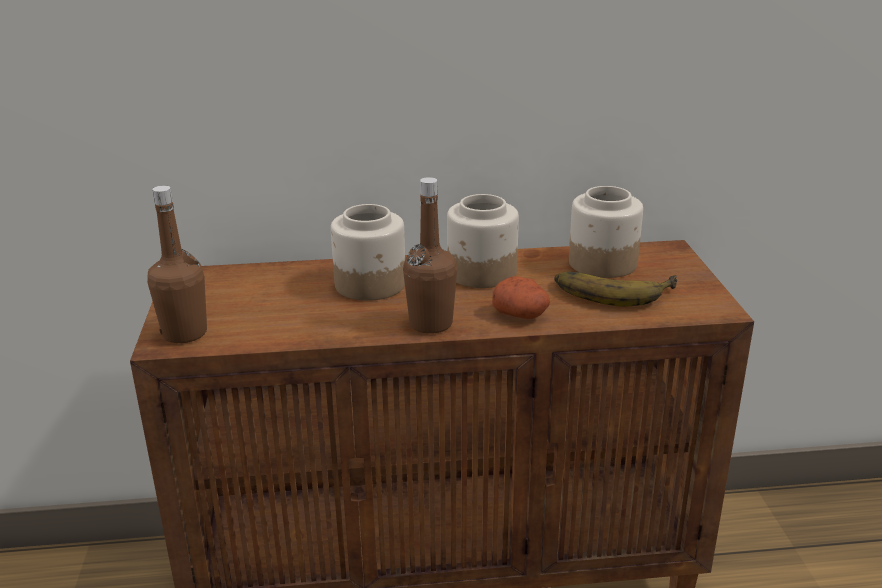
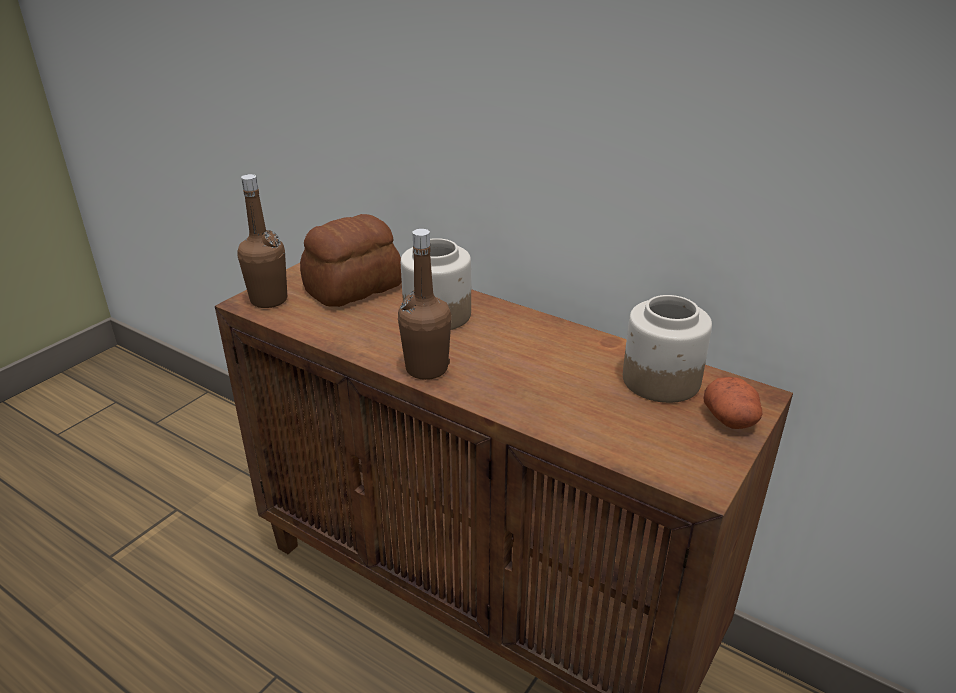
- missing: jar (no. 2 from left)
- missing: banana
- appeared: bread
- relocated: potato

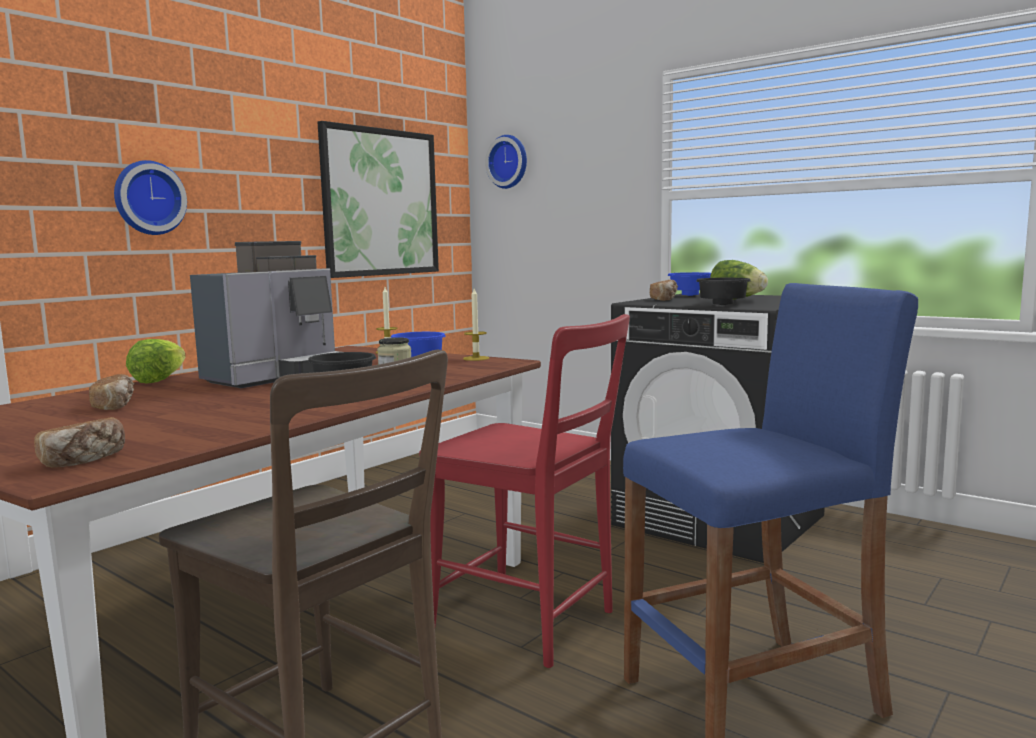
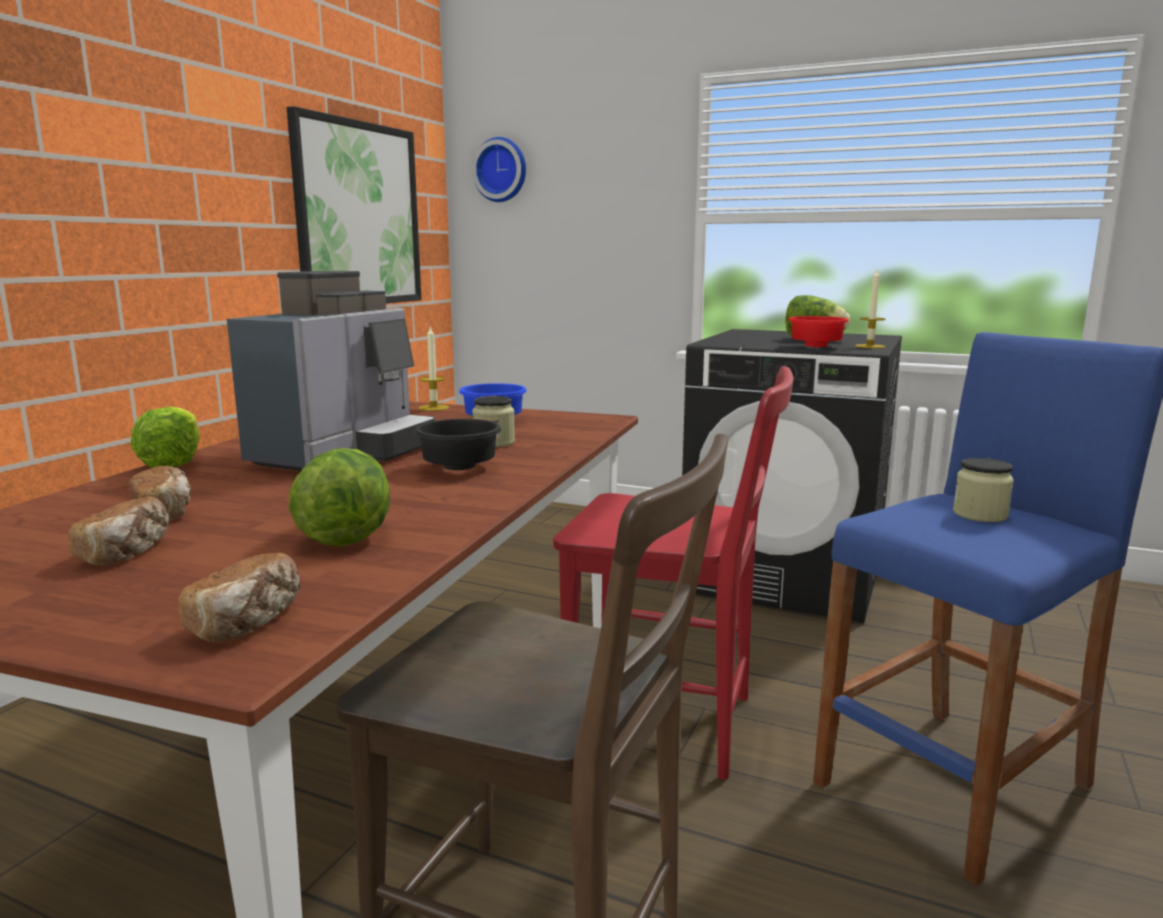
- missing: wall clock (no. 1 from left)
- missing: blue bowl (no. 2 from left)
- appeared: lettuce (no. 2 from left)
- appeared: jar (no. 2 from left)
- relocated: candle (no. 2 from left)
- relocated: bread (no. 3 from left in the first image) to bread (no. 1 from left)
- colour: black bowl (no. 2 from left) to red bowl

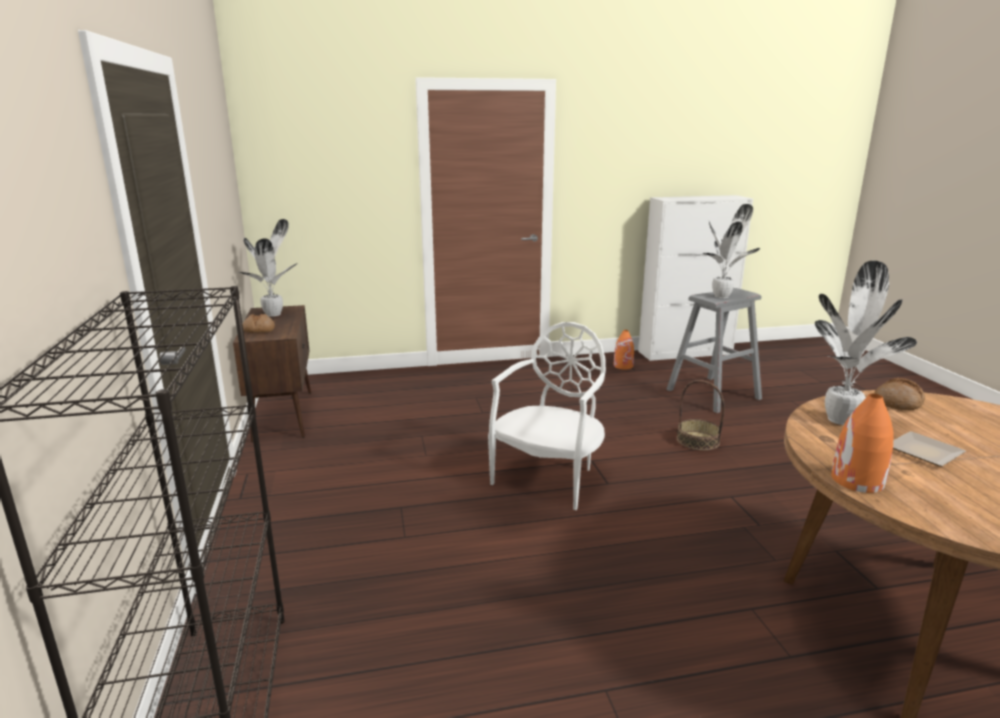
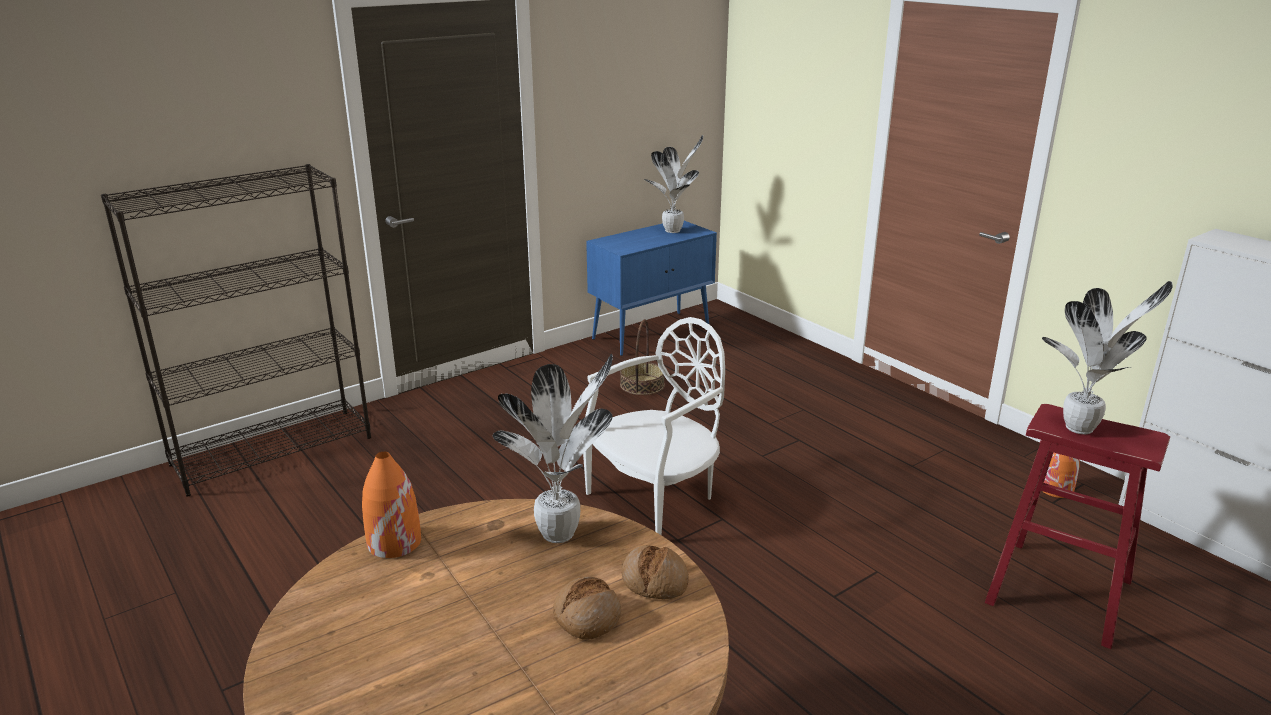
- missing: plate
- relocated: bread (no. 1 from left)
- relocated: basket
- colour: brown cabinet to blue cabinet
- colour: grey stool to red stool
- spun: white chair 45 degrees counterclockwise

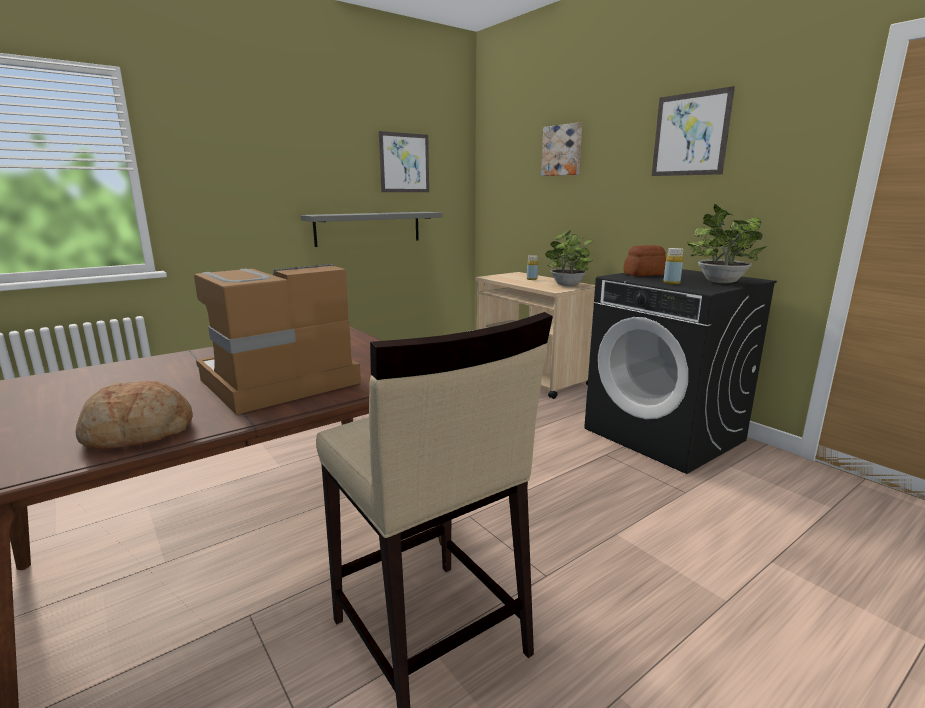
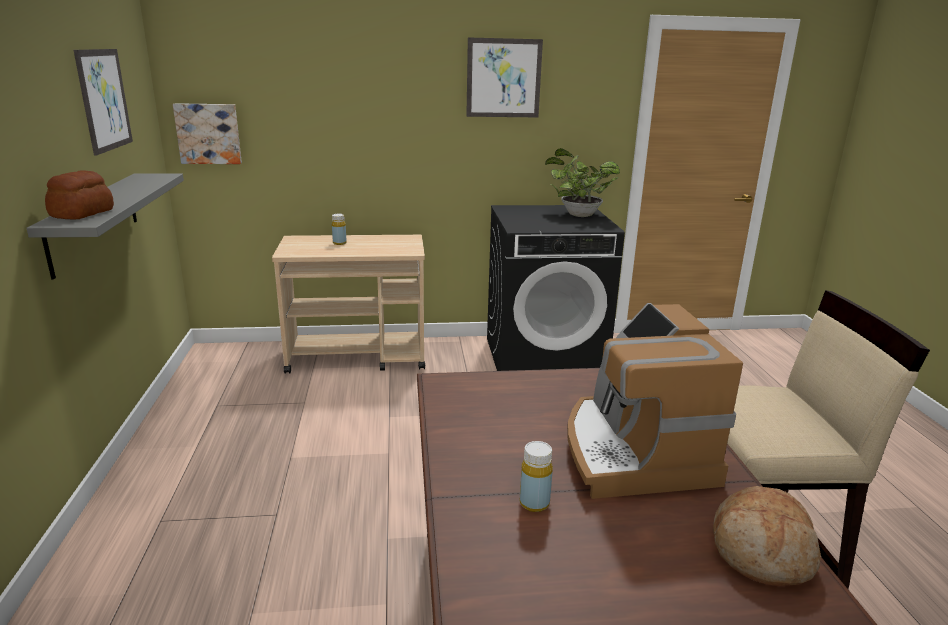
- missing: potted plant (no. 1 from left)
- relocated: picture (no. 2 from left)
- relocated: bread (no. 2 from left in the first image) to bread (no. 1 from left)
- relocated: yellow bottle (no. 2 from left)

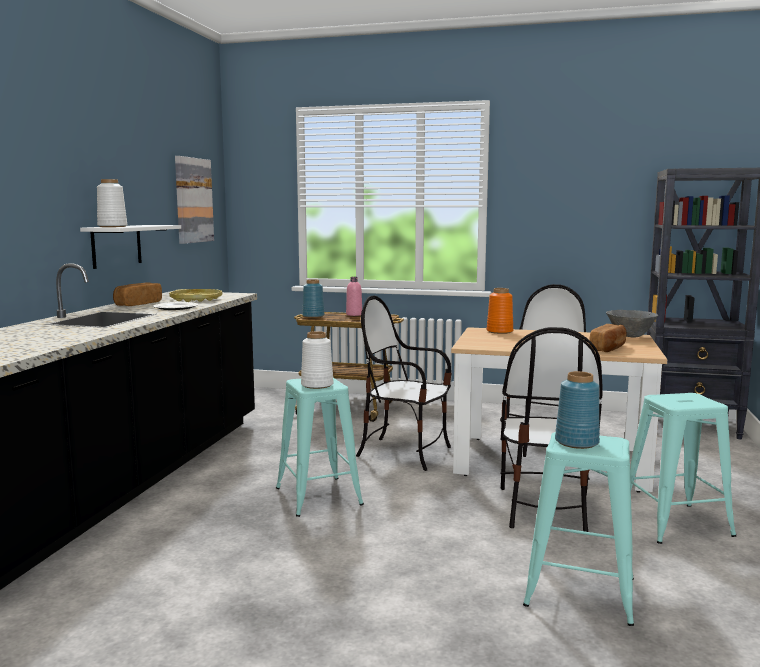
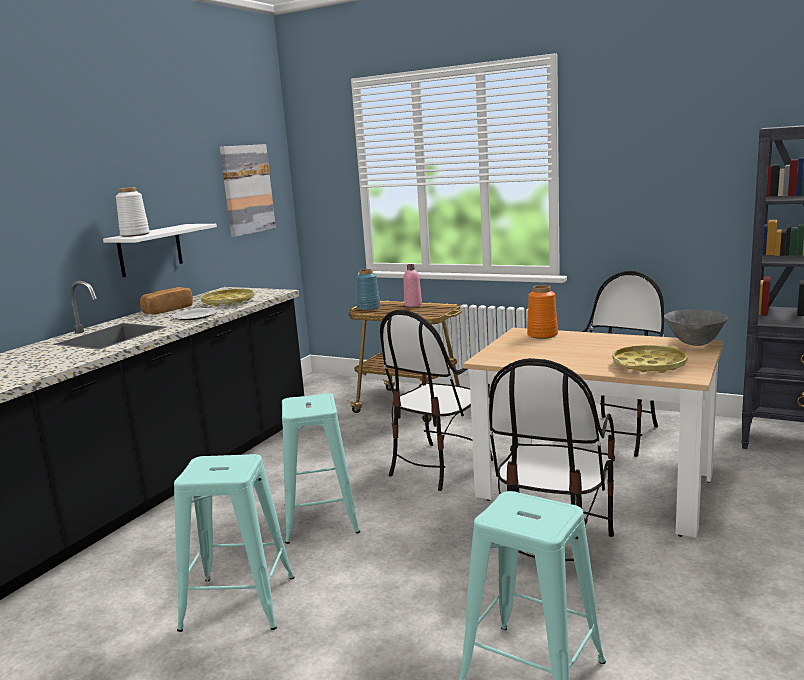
- missing: white vase (no. 2 from left)
- missing: blue vase (no. 2 from left)
- relocated: turquoise stool (no. 3 from left in the first image) to turquoise stool (no. 1 from left)
- exchanged: bread (no. 2 from left) to yellow tray (no. 2 from left)
- spun: chair (no. 1 from left) 90 degrees counterclockwise

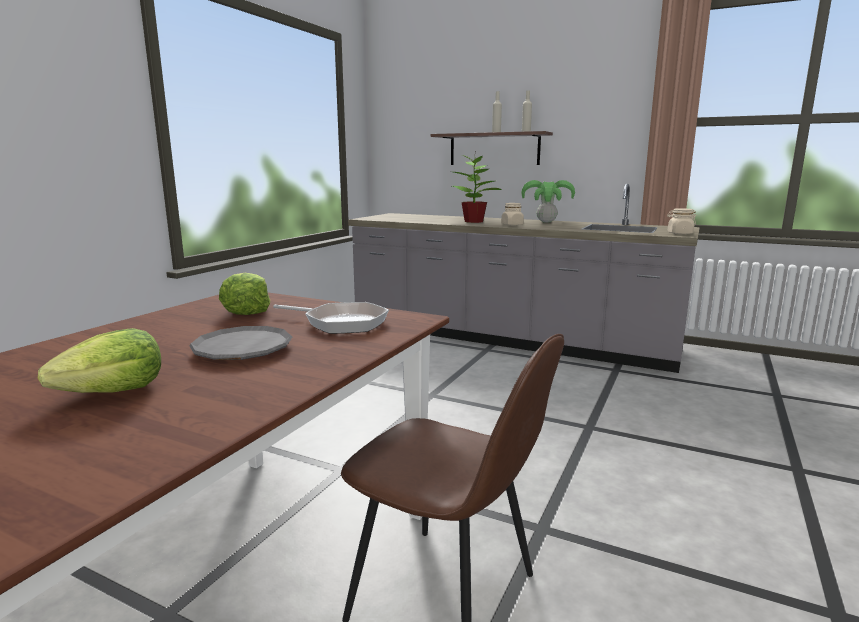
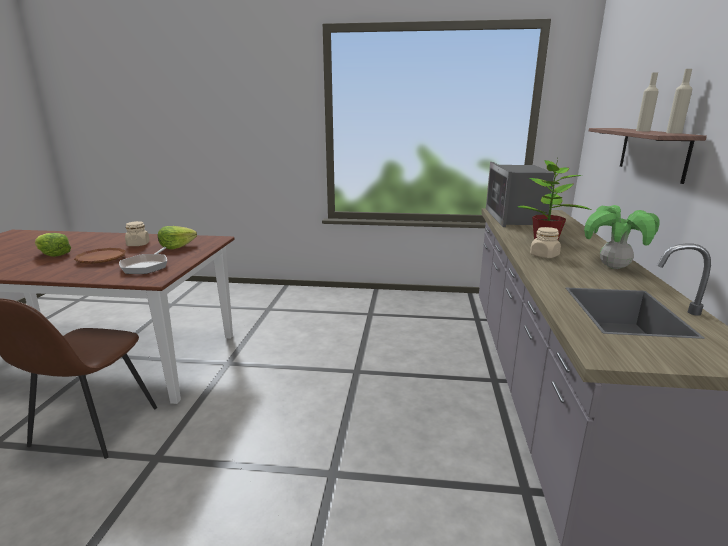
- appeared: microwave
- relocated: beige jar (no. 2 from left in the first image) to beige jar (no. 1 from left)
- colour: grey plate to brown plate

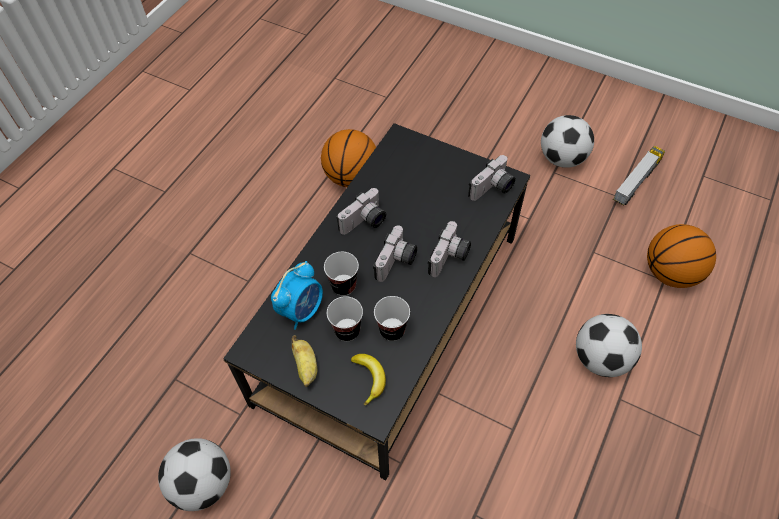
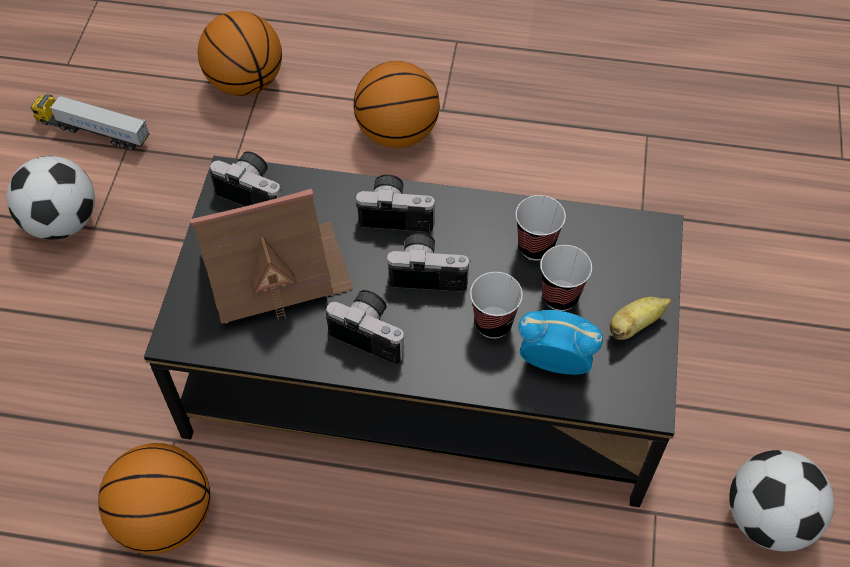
- missing: banana (no. 2 from left)
- appeared: toy house
- exchanged: football (no. 3 from left) to basketball (no. 3 from left)

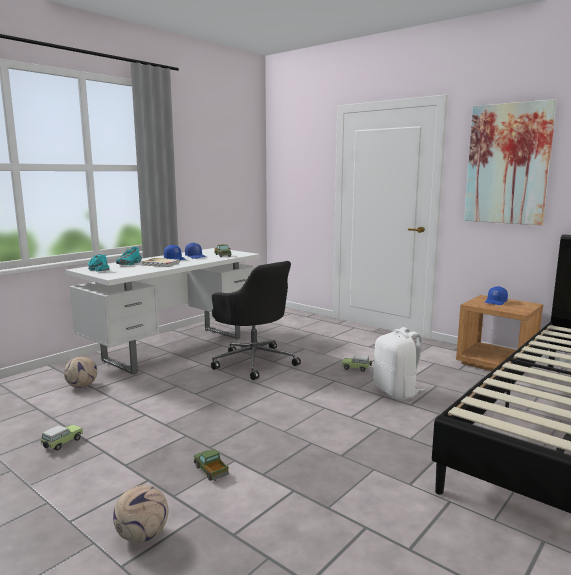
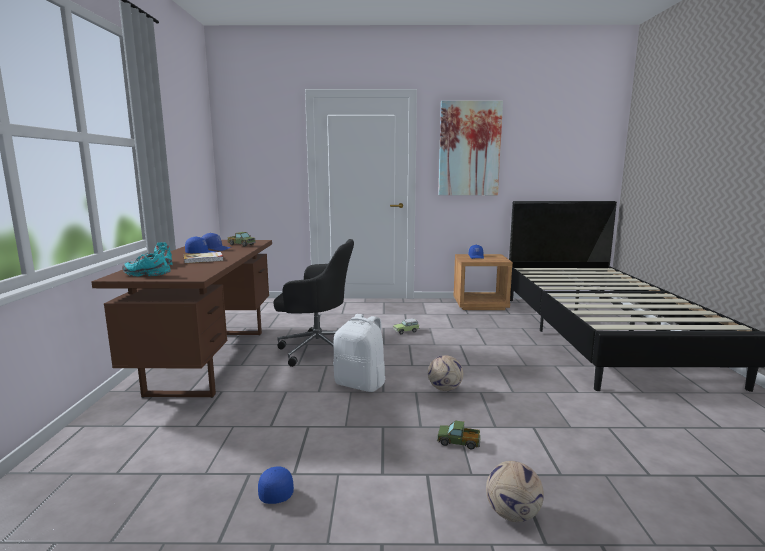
- relocated: football (no. 1 from left)
- relocated: white backpack
- exchanged: toy car (no. 1 from left) to blue cap (no. 3 from left)
- colour: white desk to brown desk

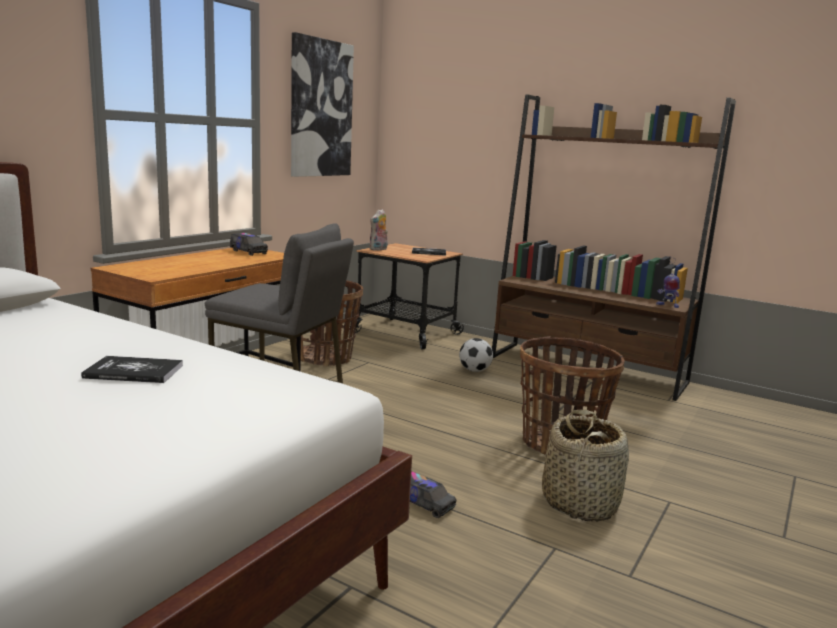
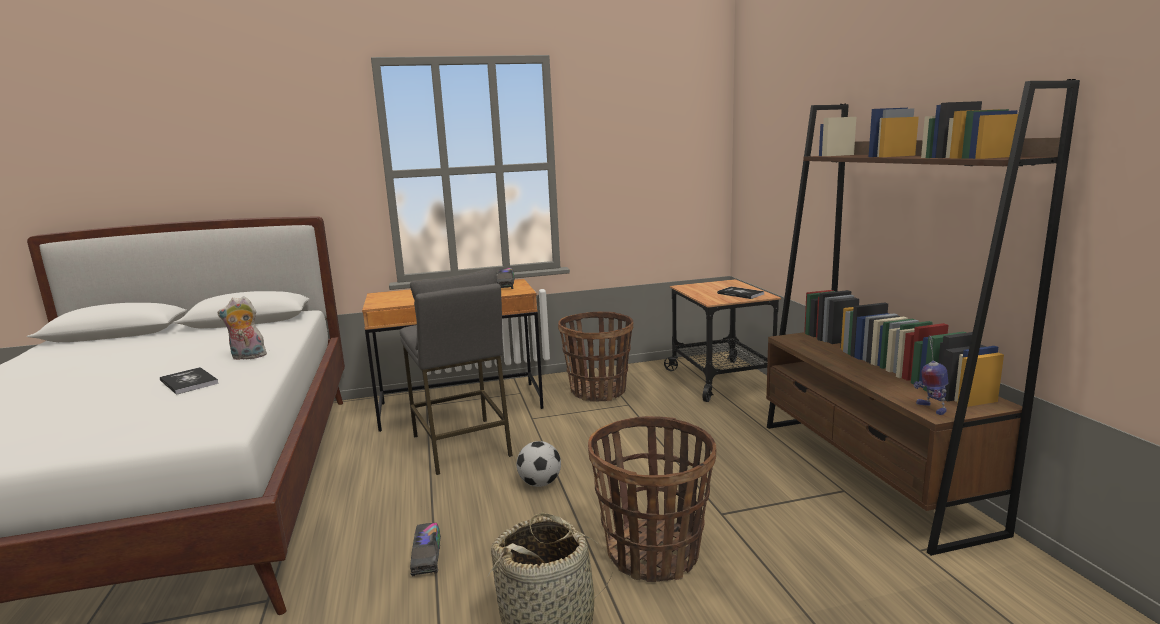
- missing: picture
- relocated: plush toy
- relocated: football

